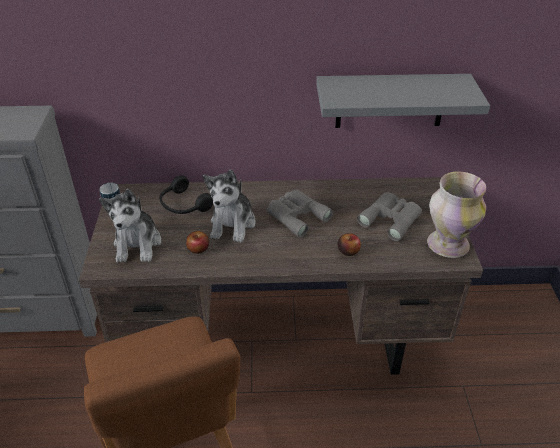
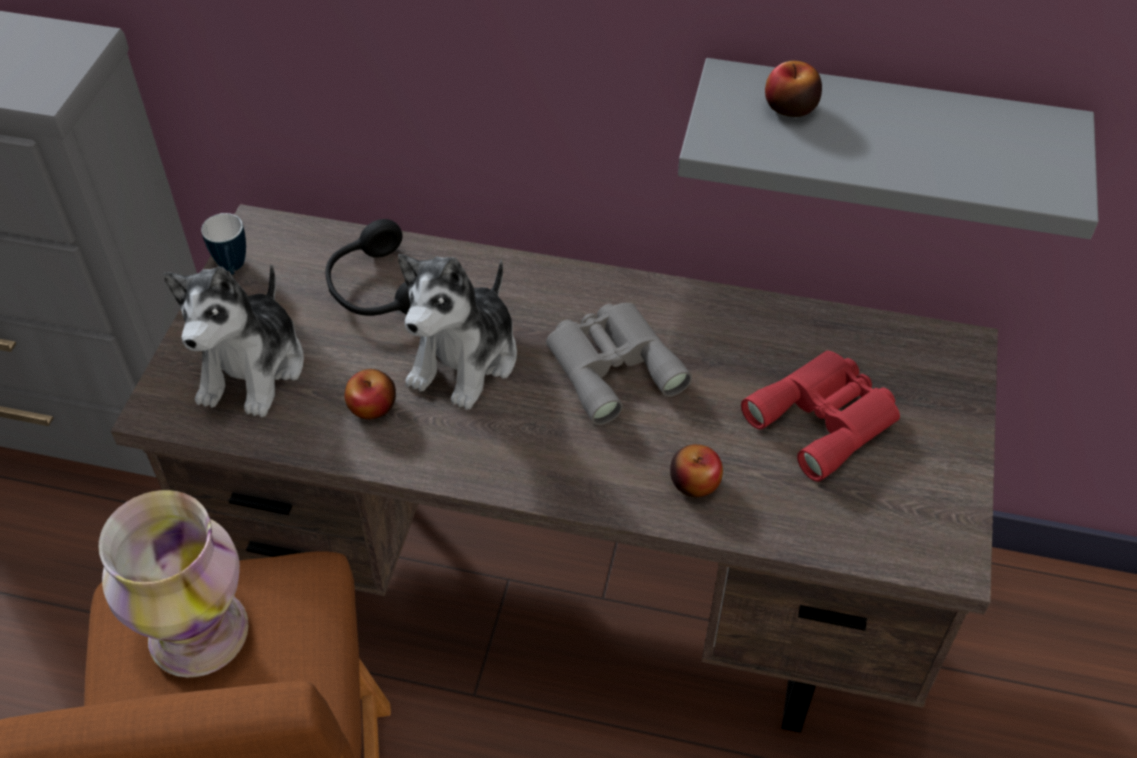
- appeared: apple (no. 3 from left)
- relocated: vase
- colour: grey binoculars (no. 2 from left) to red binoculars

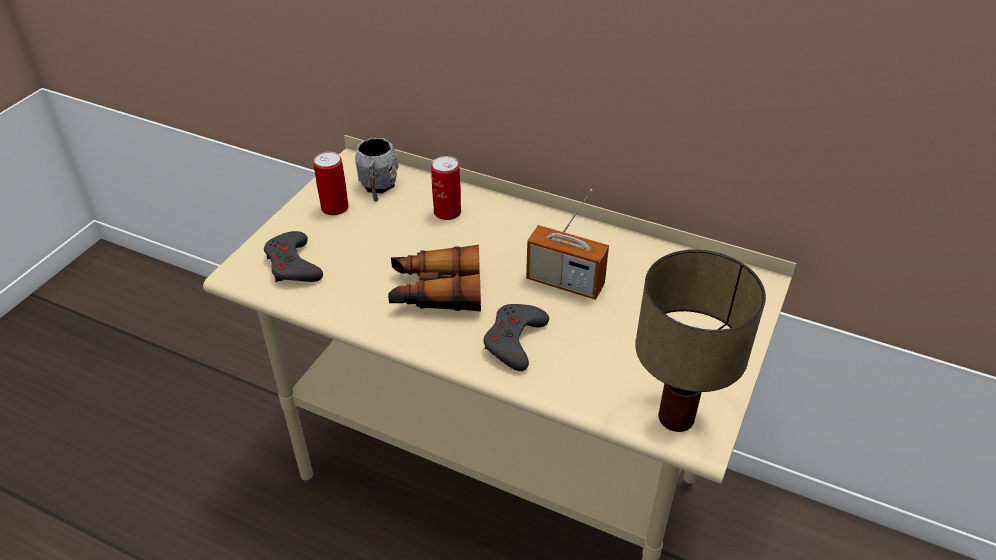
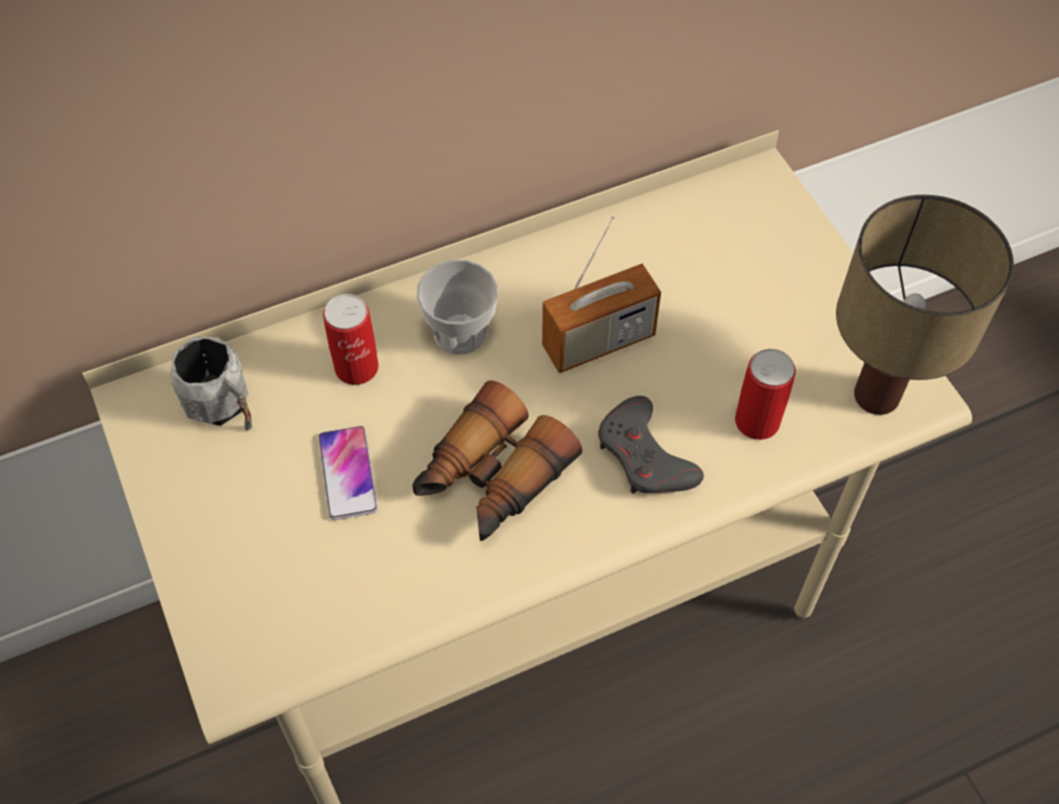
- missing: grey game controller (no. 1 from left)
- appeared: phone
- appeared: cup
- relocated: can (no. 1 from left in the first image) to can (no. 2 from left)

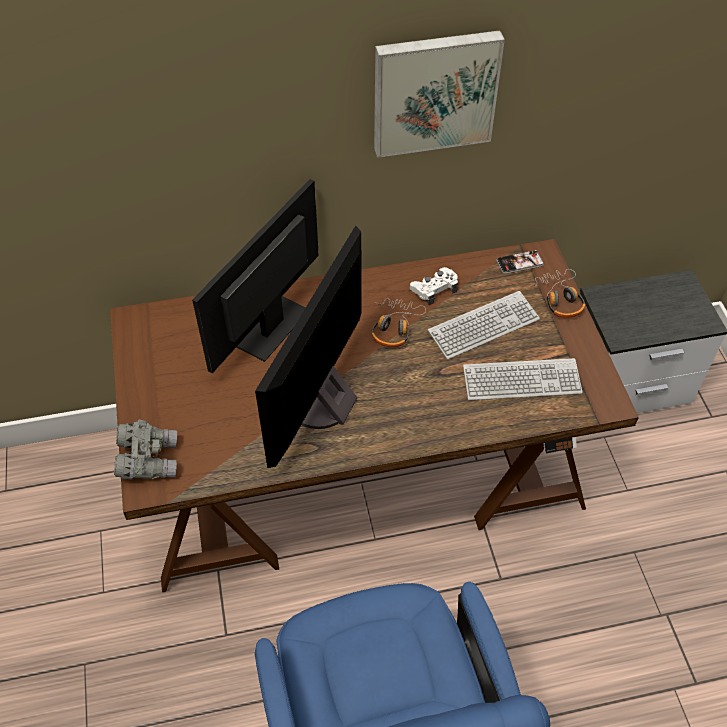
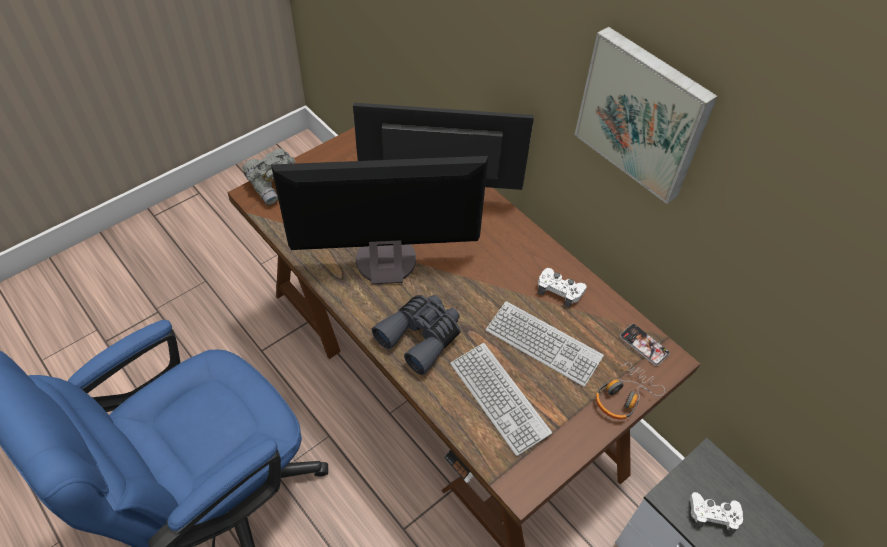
- missing: headphones (no. 1 from left)
- appeared: grey binoculars (no. 2 from left)
- appeared: white game controller (no. 2 from left)

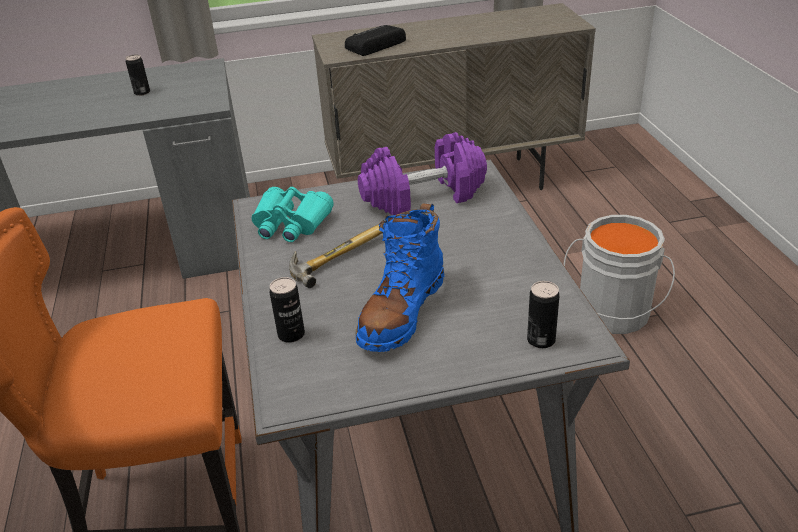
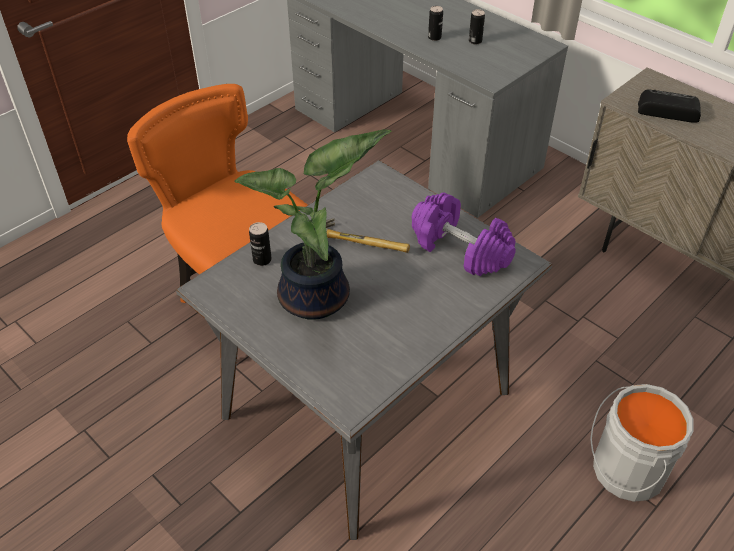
- missing: turquoise binoculars
- relocated: can (no. 3 from left in the first image) to can (no. 2 from left)
- exchanged: blue boot to potted plant

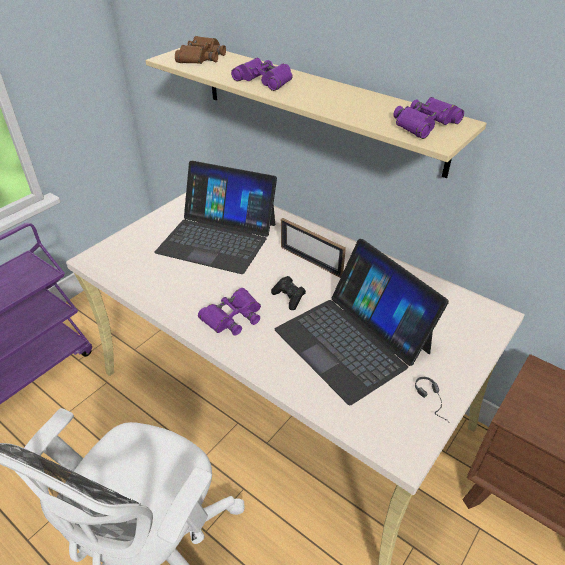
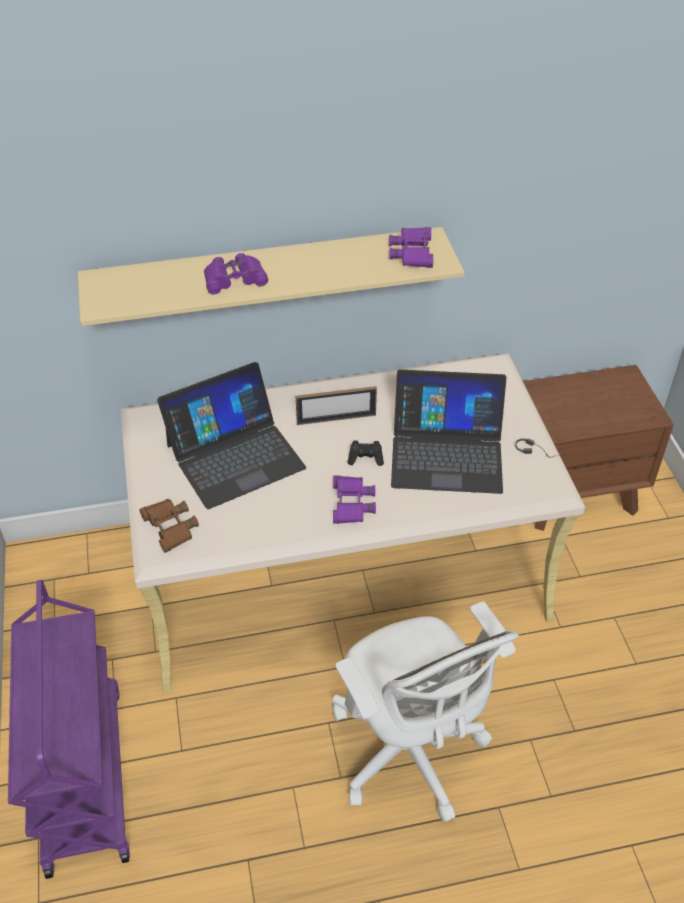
- relocated: brown binoculars

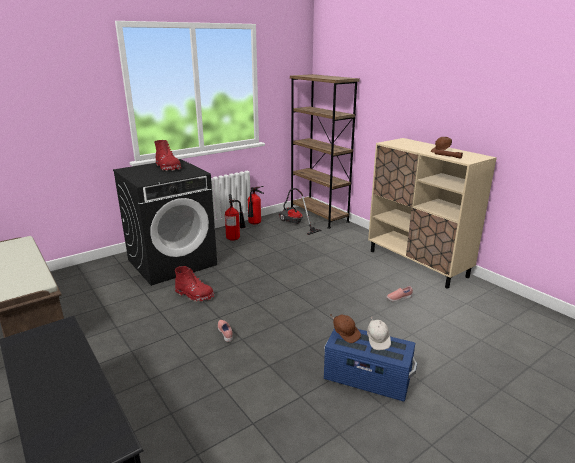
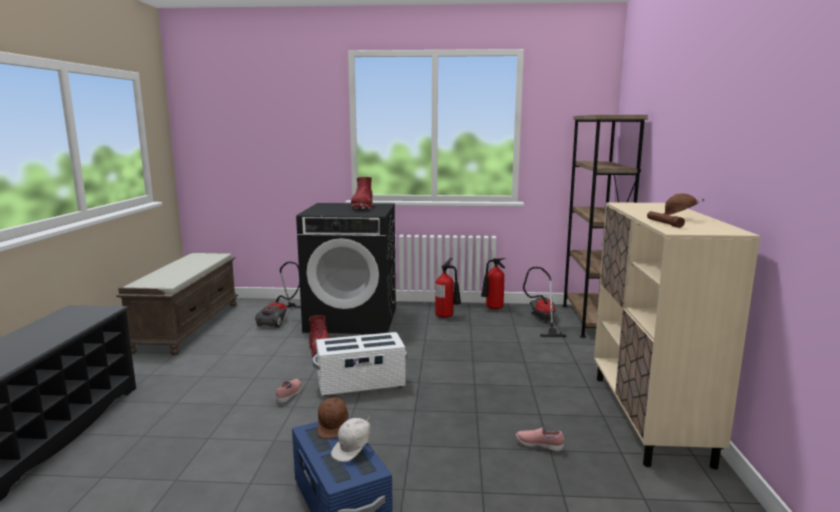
- appeared: vacuum cleaner (no. 1 from left)
- appeared: white storage box

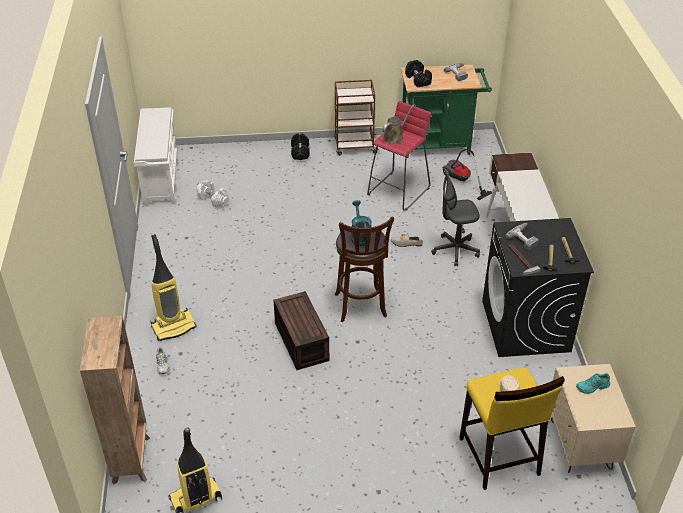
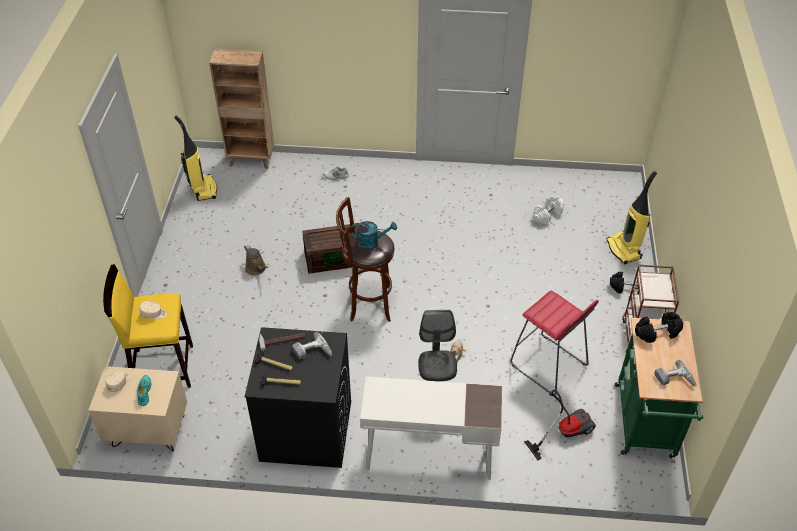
- missing: white shoe rack
- appeared: beige cap (no. 1 from left)
- relocated: vacuum cleaner (no. 1 from left in the first image) to vacuum cleaner (no. 3 from left)
- relocated: brown watering can

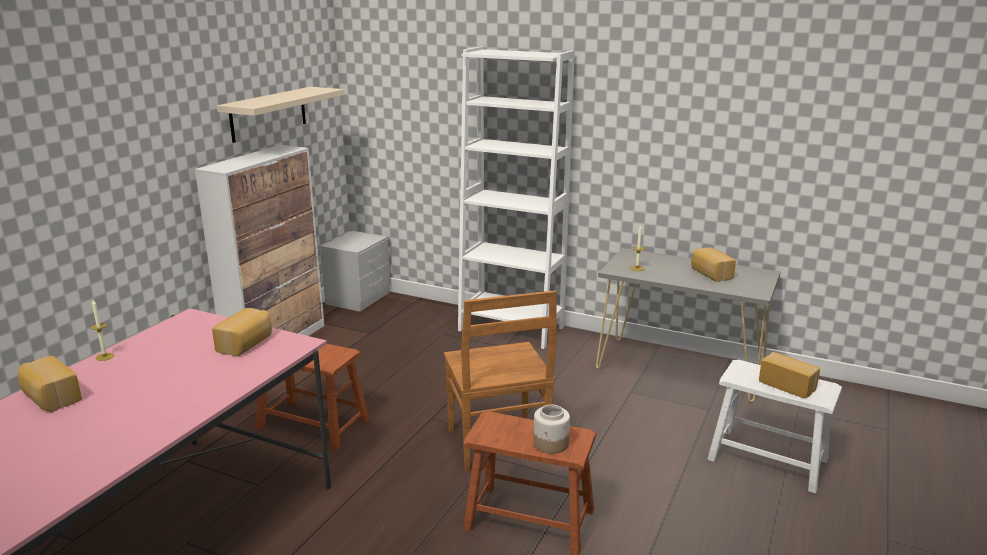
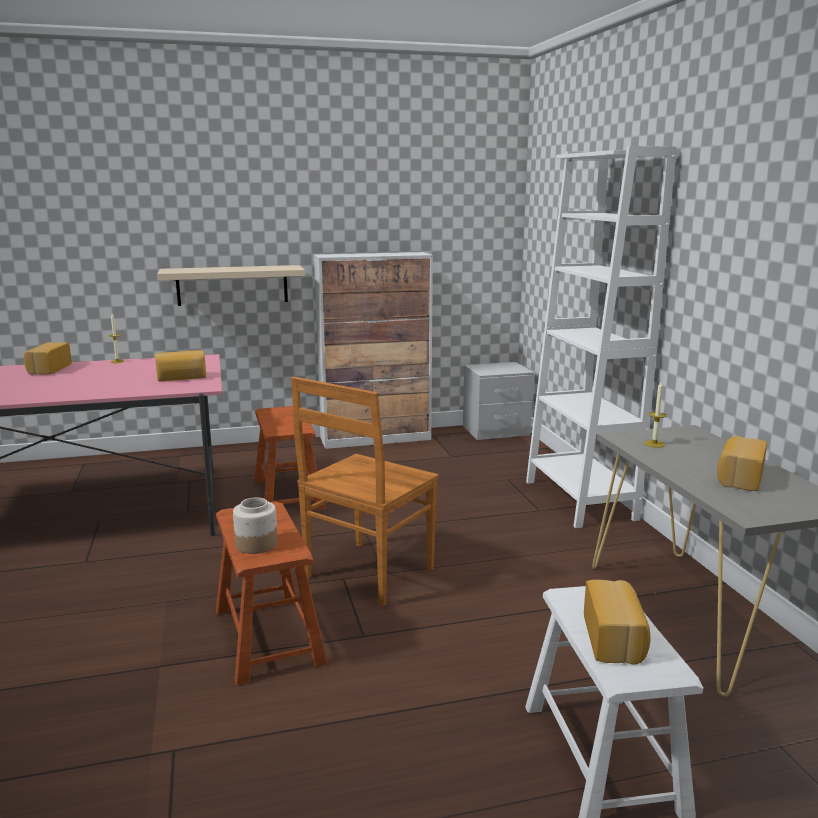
- relocated: beige shelf

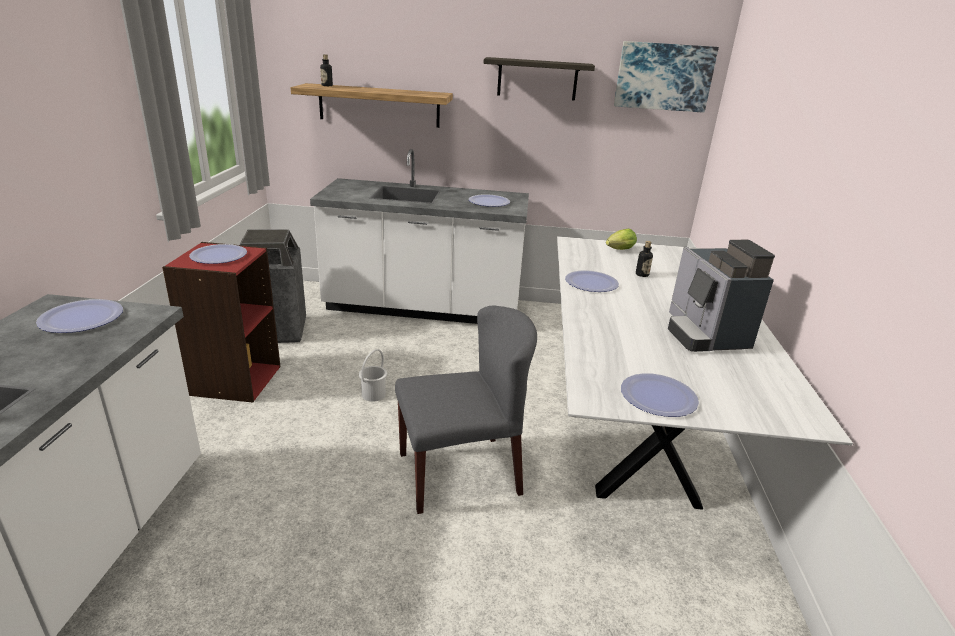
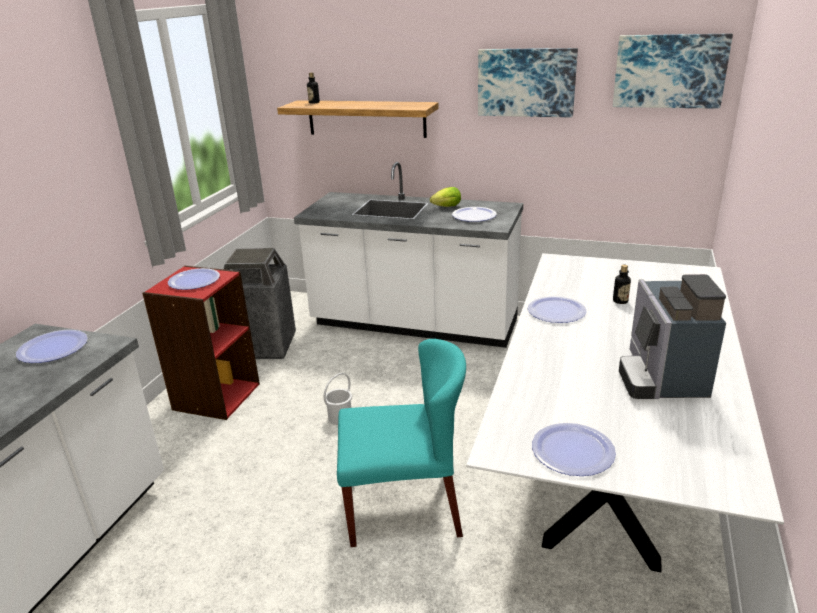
- relocated: lettuce
- exchanged: shelf (no. 2 from left) to picture (no. 1 from left)
- colour: grey chair to turquoise chair

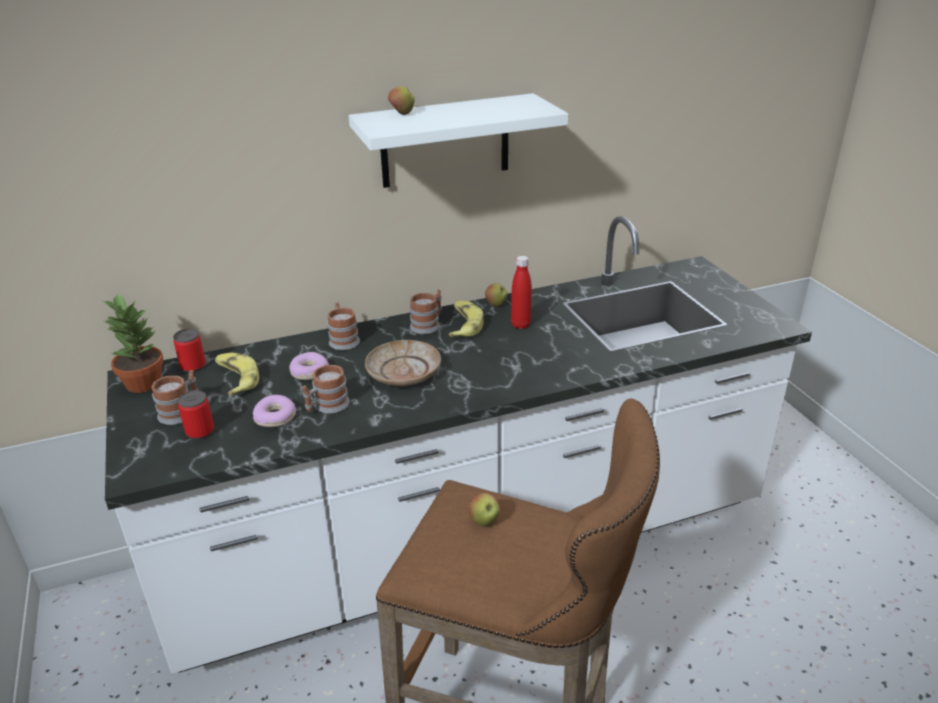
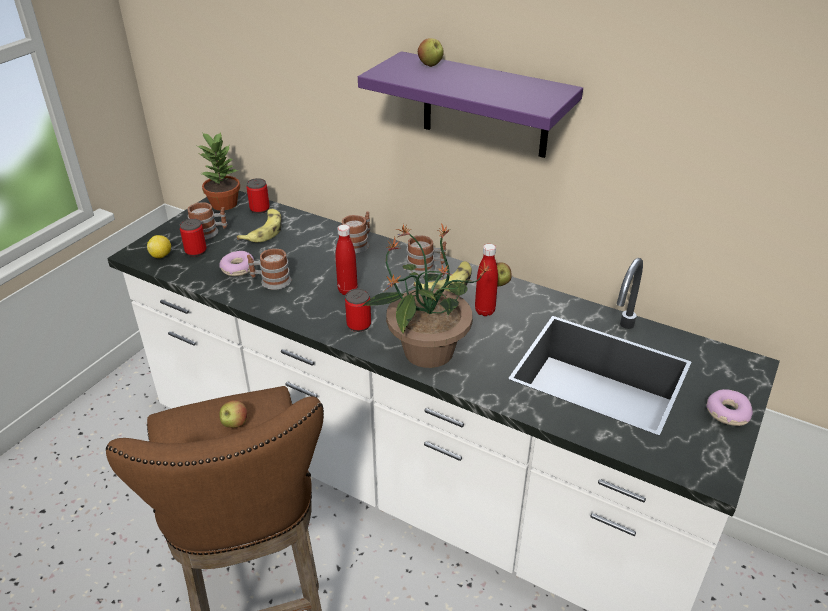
- appeared: lemon
- appeared: can (no. 3 from left)
- appeared: potted plant (no. 2 from left)
- relocated: donut (no. 2 from left)
- exchanged: beige plate to red bottle (no. 1 from left)
- colour: white shelf to purple shelf

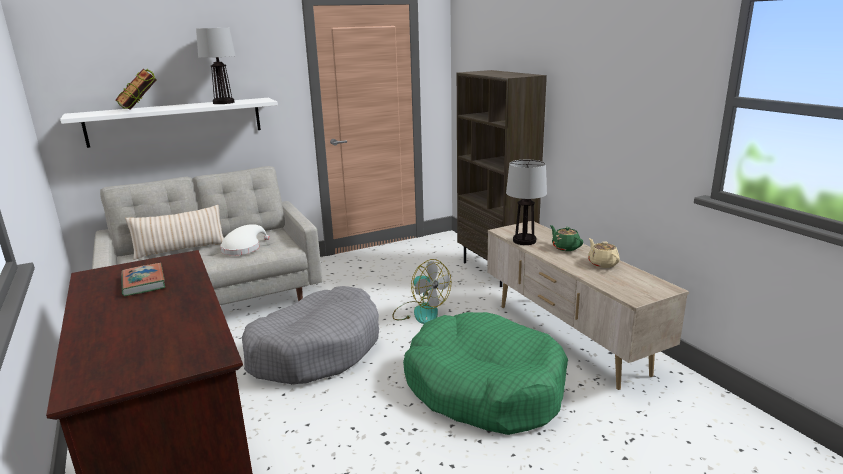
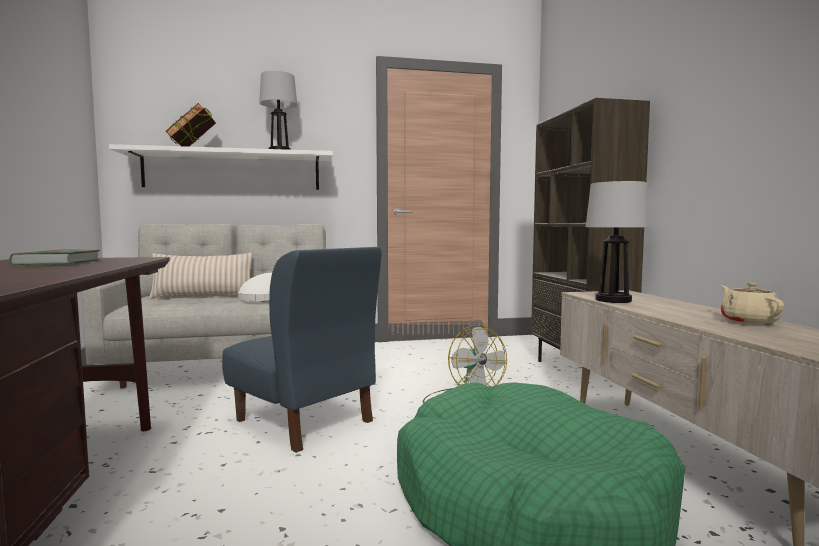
- missing: green teapot
- exchanged: grey dog bed to blue chair

